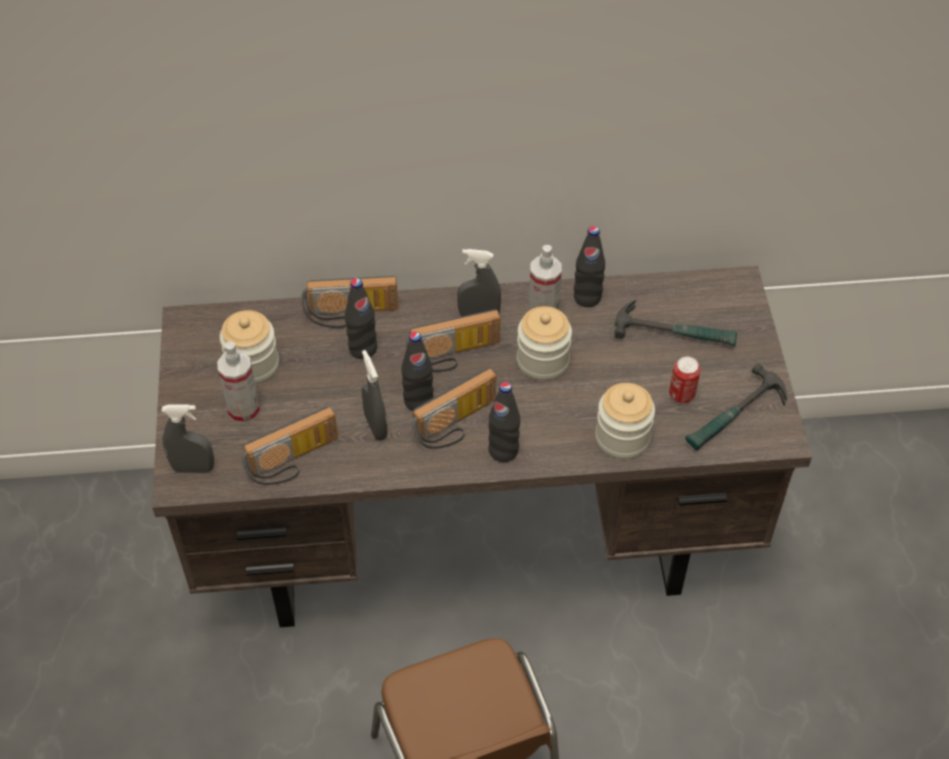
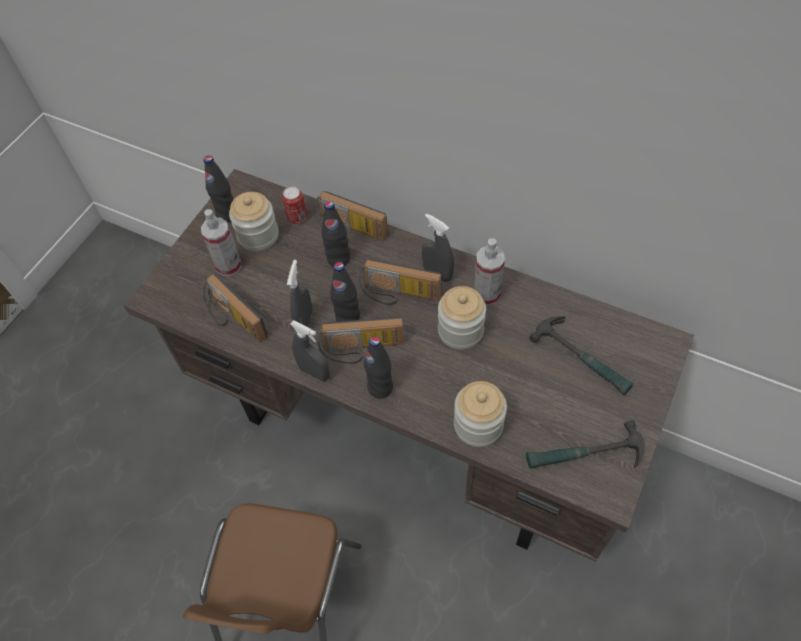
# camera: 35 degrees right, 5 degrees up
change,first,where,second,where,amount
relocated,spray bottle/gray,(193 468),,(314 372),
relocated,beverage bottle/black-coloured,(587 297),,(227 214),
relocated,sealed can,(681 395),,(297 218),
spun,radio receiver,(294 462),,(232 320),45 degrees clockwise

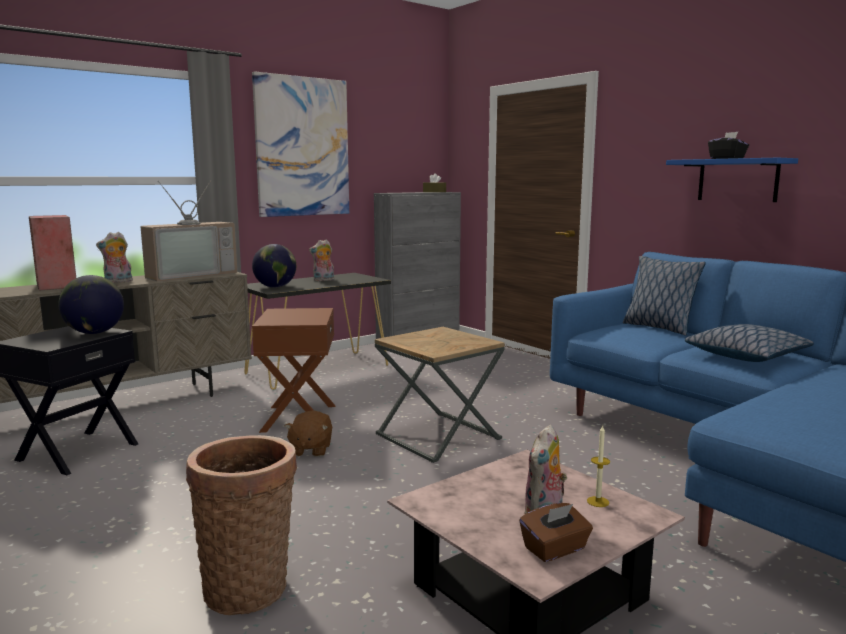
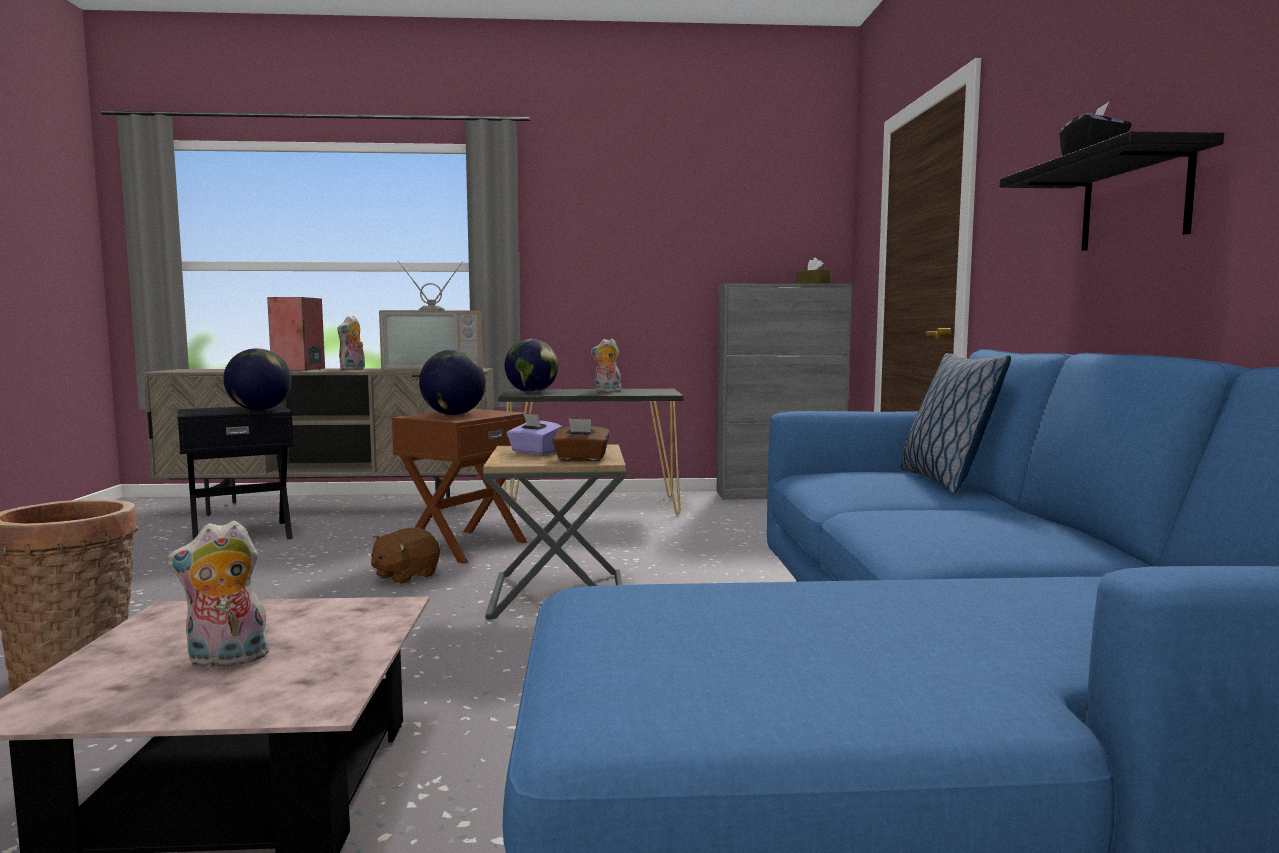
# camera: 35 degrees right, 5 degrees down
change,first,where,second,where,amount
missing,picture,(302 147),,,
missing,wax candle,(598 501),,,
missing,cushion,(745 356),,,
appeared,,,globe,(453 414),
appeared,,,tissue box/purplish,(534 452),
relocated,tissue box/brownish,(555 549),,(581 459),
colour,bracket shelf/bluish,(737 180),bracket shelf/black-coloured,(1135 201),
spun,cuddly toy,(118 282),,(353 369),75 degrees counterclockwise

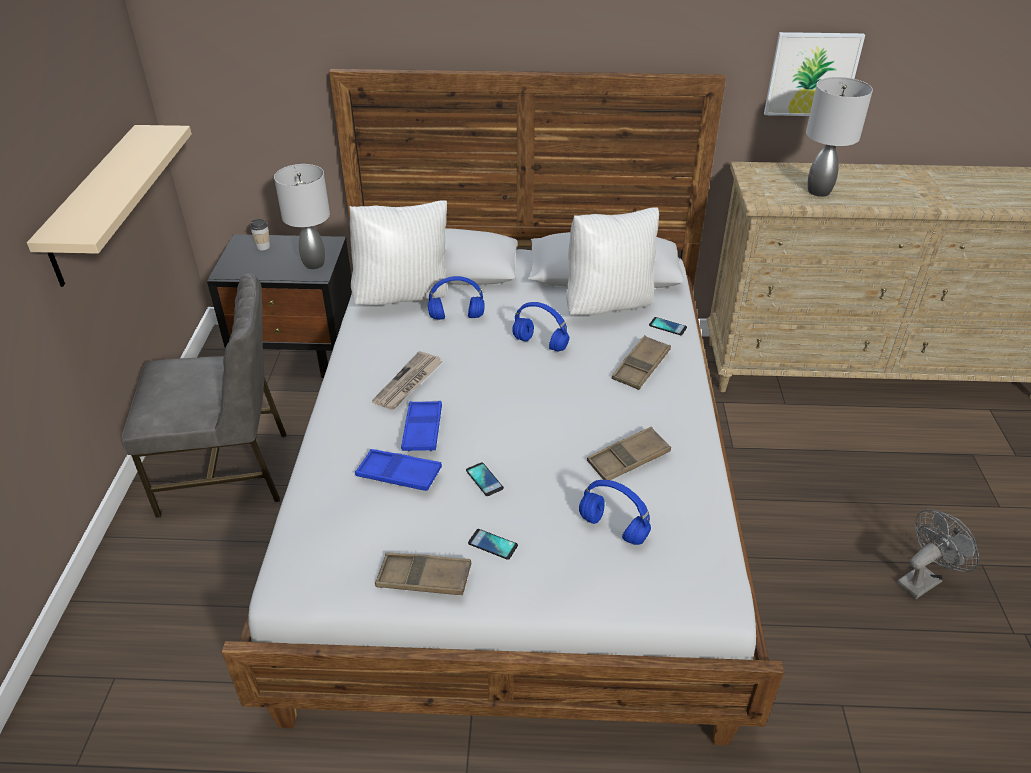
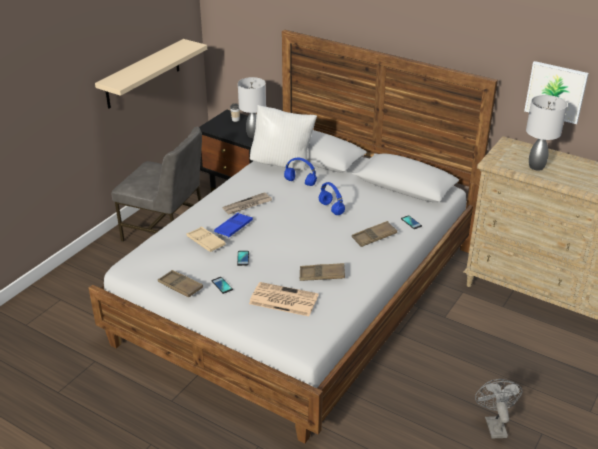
# camera: 30 degrees right, 5 degrees down
change,first,where,second,where,amount
missing,cushion/white-coloured,(608 305),,,
exchanged,headset/bluish,(611 528),printed paper,(282 300),
colour,carrying tray/bluish,(399 474),carrying tray/sand-coloured,(206 242),
spun,cooling fan/gray,(922 579),,(494 424),90 degrees counterclockwise

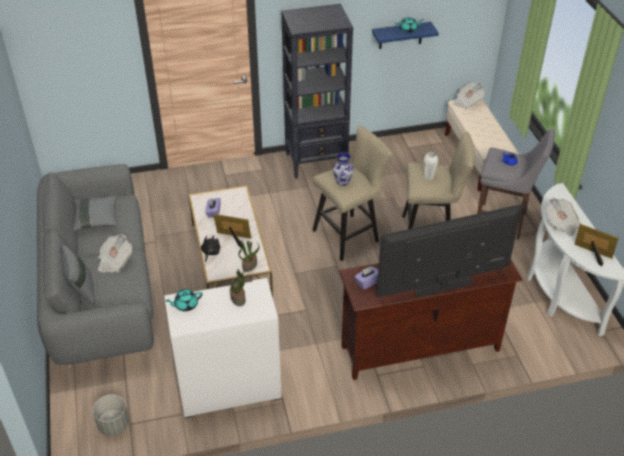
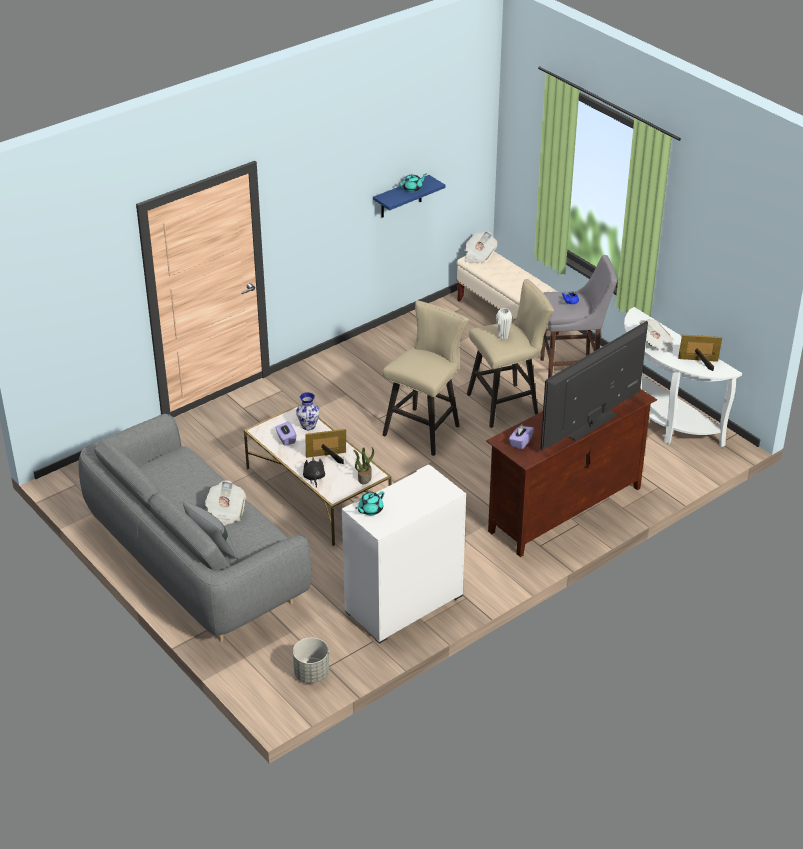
# camera: 25 degrees left, 5 degrees down
change,first,where,second,where,amount
missing,cushion/gray,(96 220),,,
missing,plant in a pot,(238 298),,,
missing,bookcase/black-coloured,(316 162),,,
relocated,decorative vase,(343 182),,(309 426),

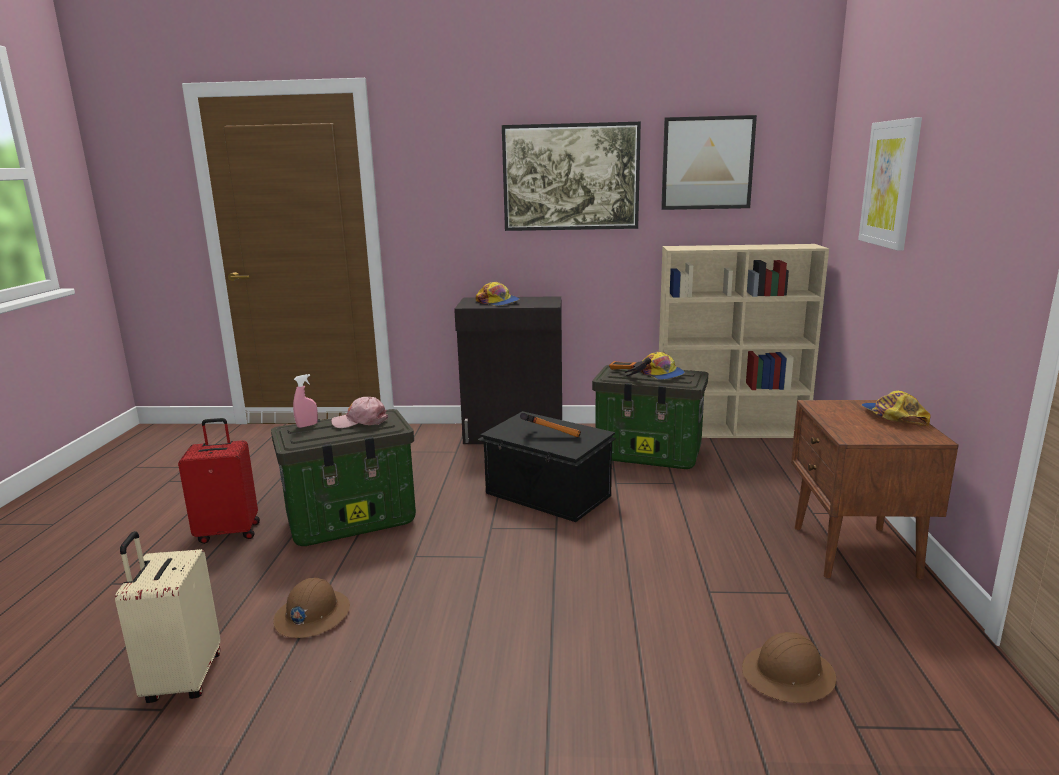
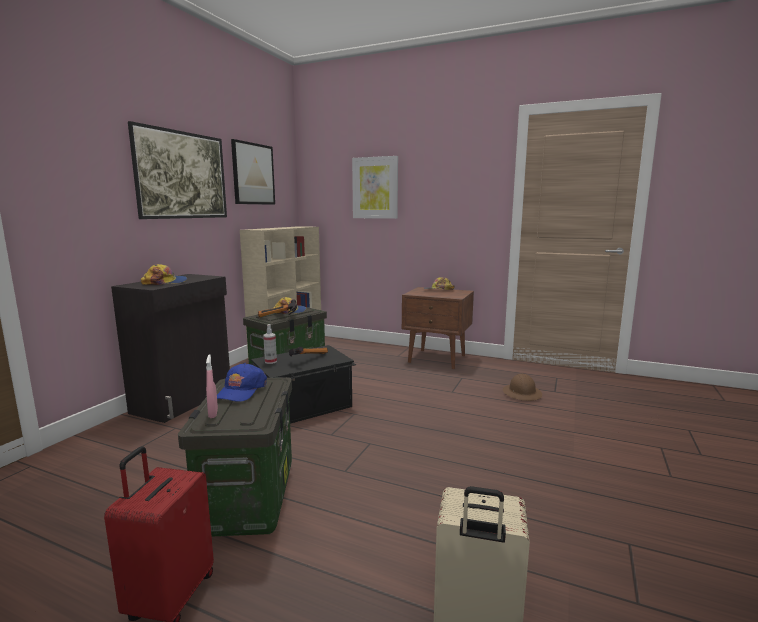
# camera: 70 degrees left, 5 degrees down
change,first,where,second,where,amount
missing,work helmet/brownish,(312 616),,,
appeared,,,spray bottle,(270 361),
colour,peaked cap/pinkish,(360 421),peaked cap/bluish,(241 391),

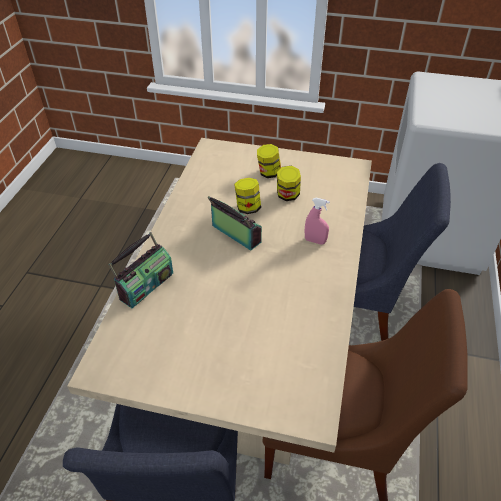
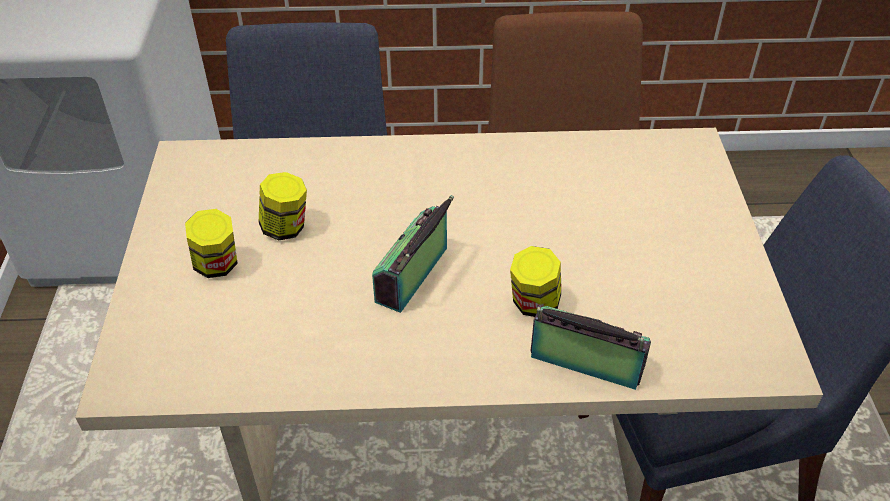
# camera: 105 degrees left, 0 degrees up
change,first,where,second,where,amount
missing,spray bottle/pinkish,(315 241),,,
relocated,preserve jar,(248 208),,(534 304),

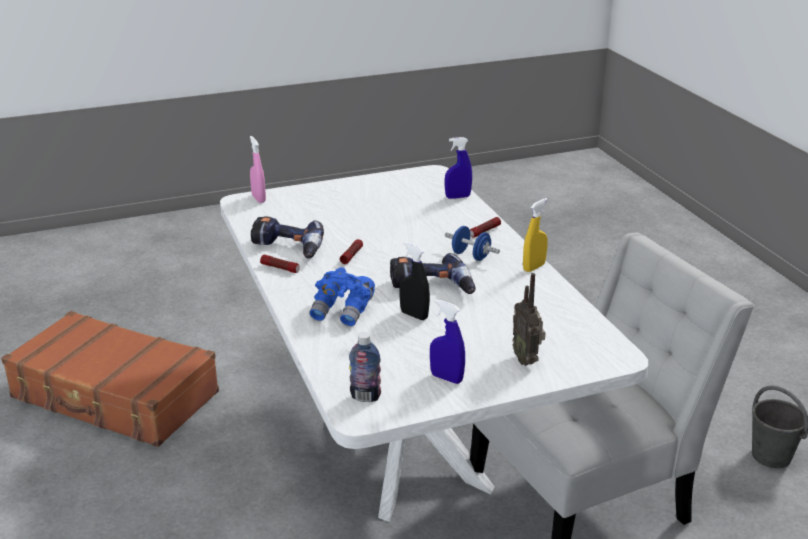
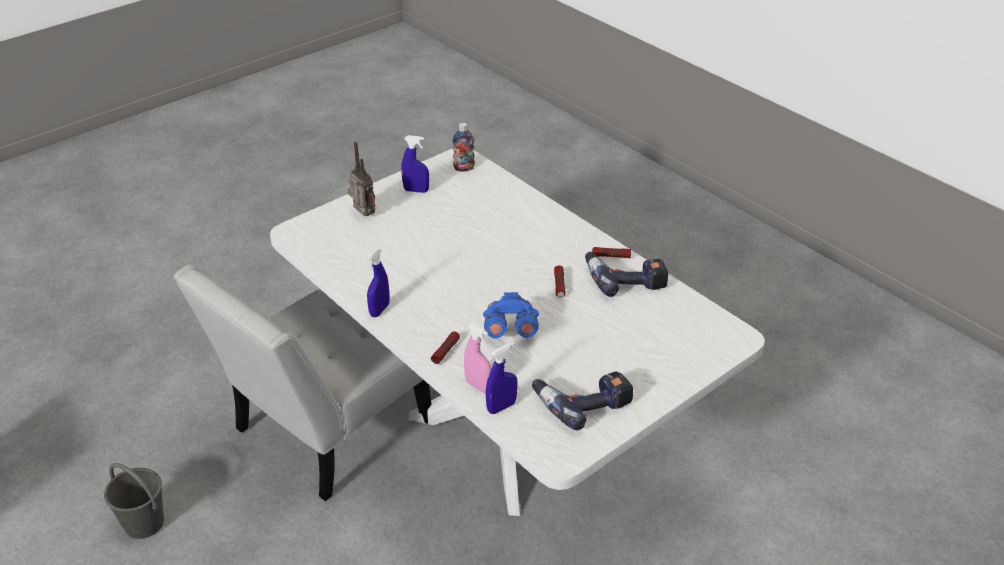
# camera: 160 degrees right, 10 degrees up
change,first,where,second,where,amount
missing,travel case/brownish,(114 396),,,
missing,spray bottle/black-coloured,(414 315),,,
missing,hand weight/bluish,(471 256),,,
relocated,spray bottle/pinkish,(258 198),,(478 386),
relocated,field glasses/bluish,(343 311),,(510 330),
relocated,electric drill,(431 288),,(582 402),
colour,spray bottle/yellow-coloured,(534 267),spray bottle/bluish,(379 310),

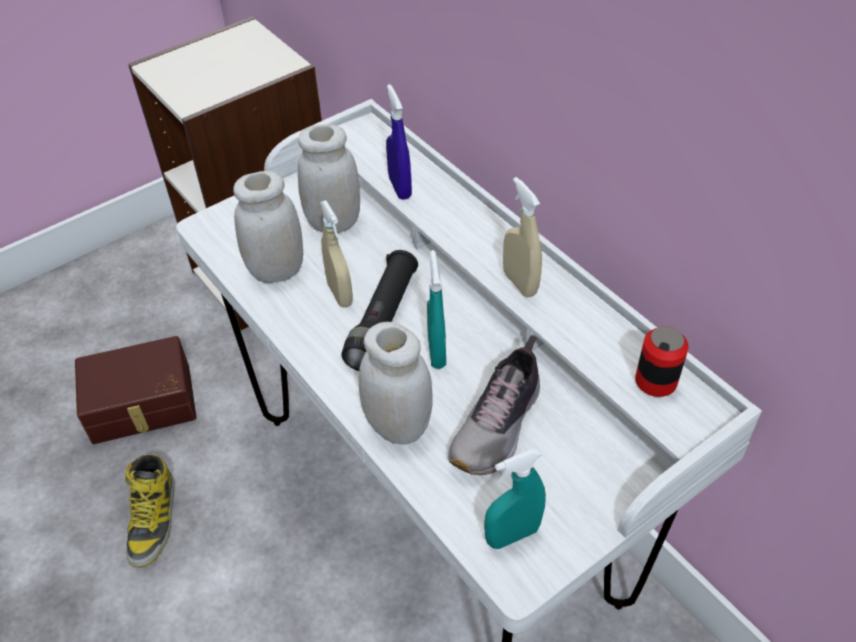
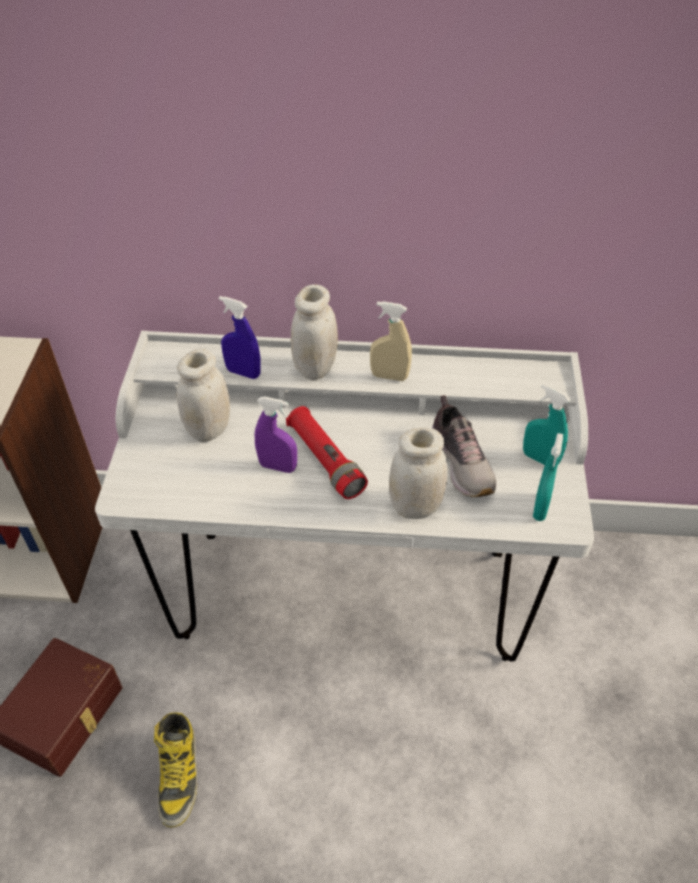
# camera: 50 degrees left, 0 degrees up
change,first,where,second,where,amount
missing,sealed can,(655 381),,,
relocated,preserve jar/white-coloured,(276 270),,(315 368),
relocated,spray bottle/turquoise-coloured,(436 352),,(539 459),
colour,spray bottle/sand-coloured,(340 294),spray bottle/purplish,(277 466),
colour,hand torch/black-coloured,(383 321),hand torch/reddish,(325 460),
spun,boot,(153 519),,(179 774),45 degrees clockwise

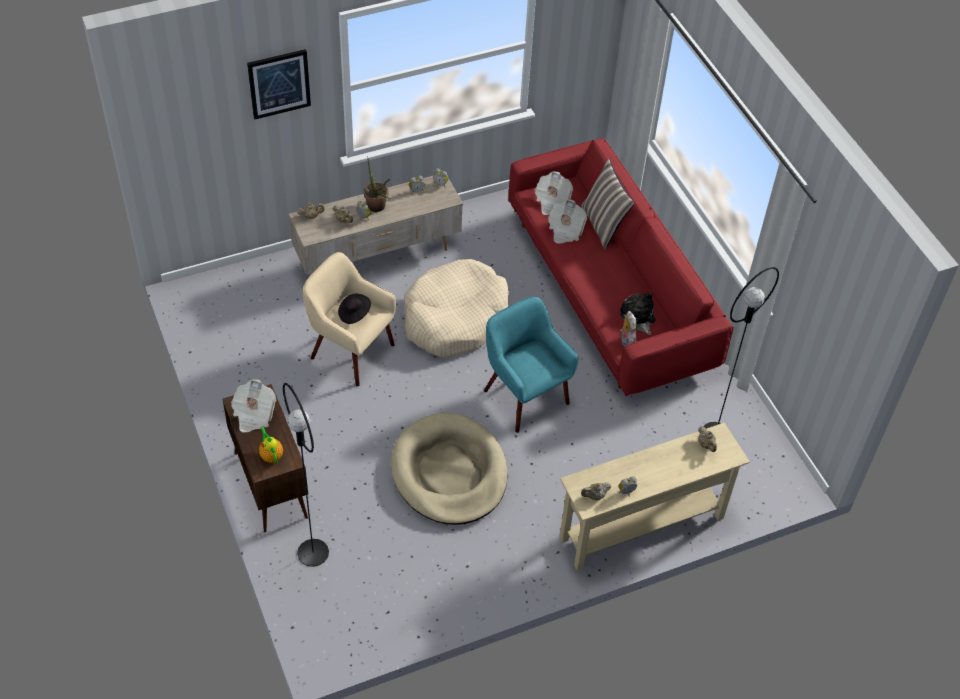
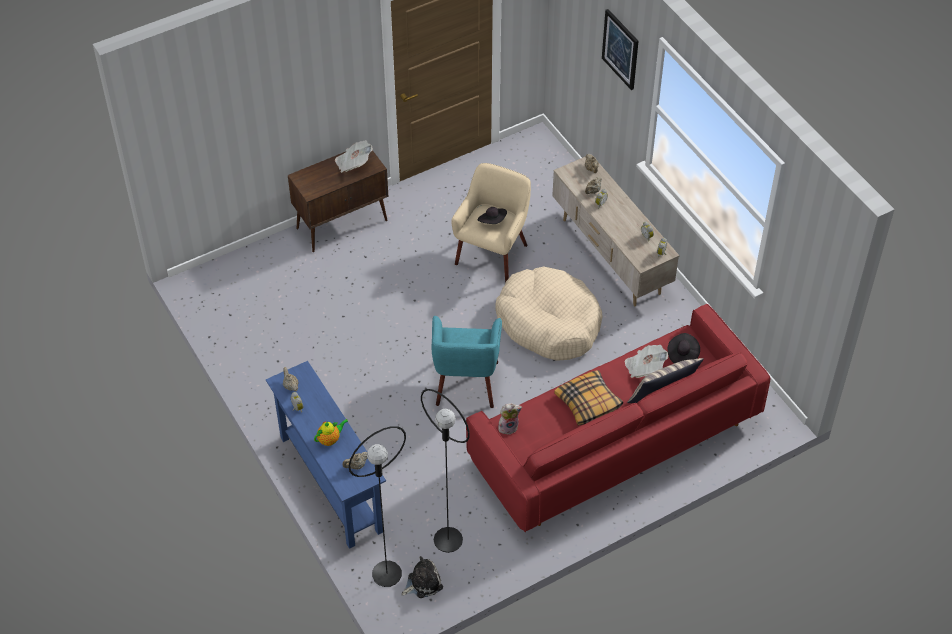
# camera: 85 degrees right, 0 degrees up
change,first,where,second,where,amount
missing,plant in a pot,(378 208),,,
missing,pet bed/sand-coloured,(449 472),,,
appeared,,,cushion,(588 403),
relocated,teapot,(271 455),,(330 439),
relocated,standard lamp/black-coloured,(312 552),,(387 573),
relocated,cuddly toy,(638 317),,(422 583),
exchanged,printed paper,(552 202),clothing hat/black-coloured,(682 354),
colour,console table/sand-coloured,(642 528),console table/bluish,(330 484),
spun,easy chair/turquoise-coloured,(524 396),,(465 384),135 degrees clockwise

